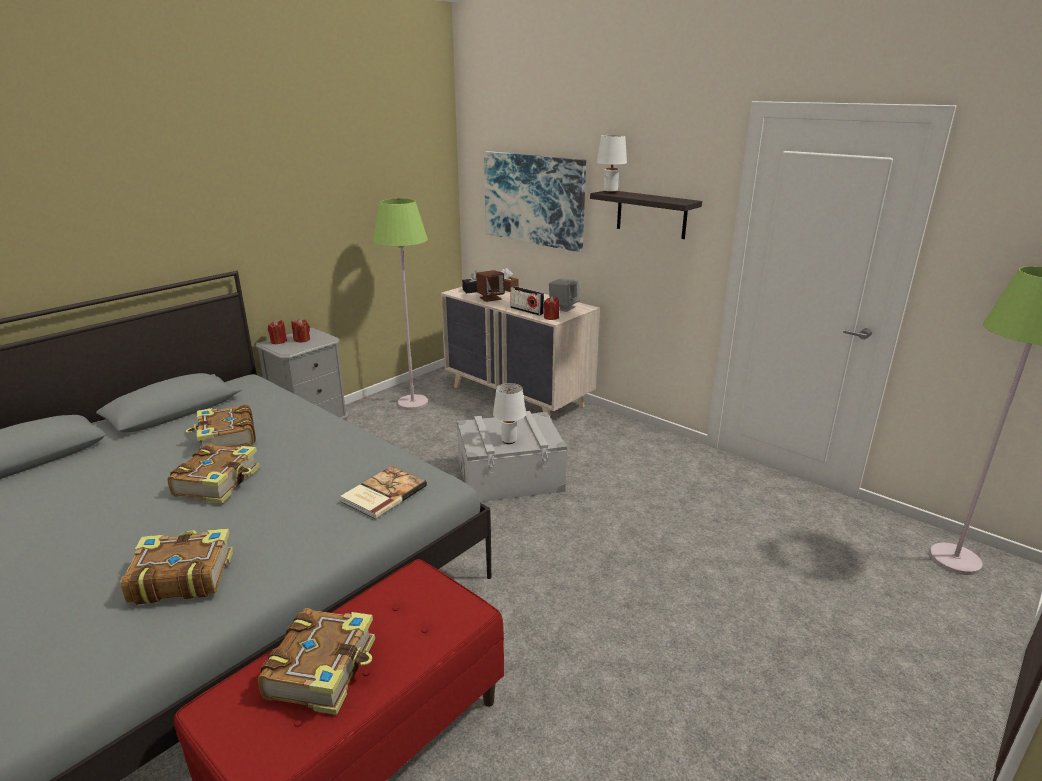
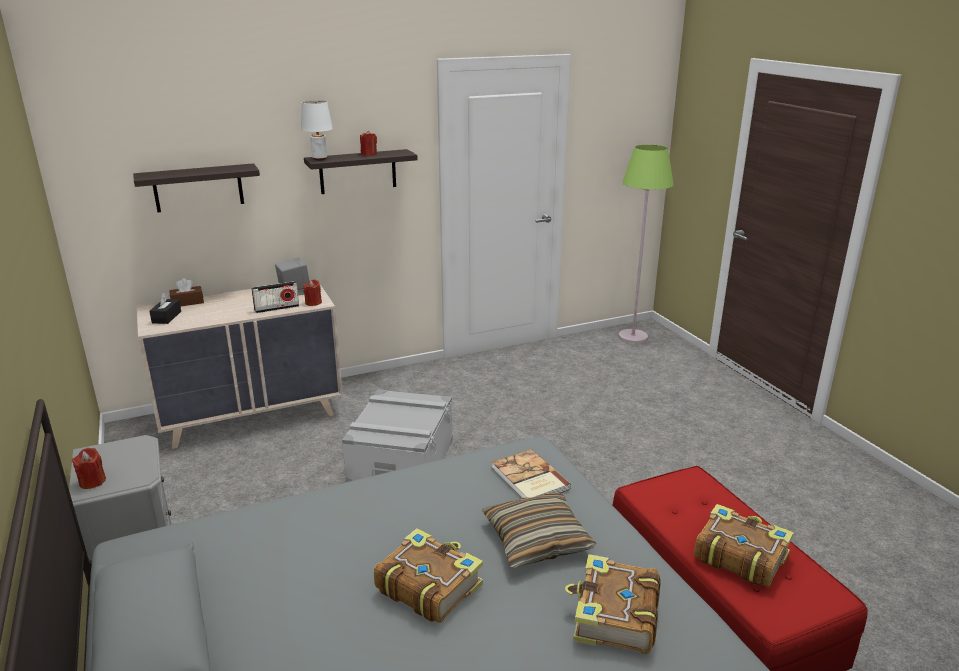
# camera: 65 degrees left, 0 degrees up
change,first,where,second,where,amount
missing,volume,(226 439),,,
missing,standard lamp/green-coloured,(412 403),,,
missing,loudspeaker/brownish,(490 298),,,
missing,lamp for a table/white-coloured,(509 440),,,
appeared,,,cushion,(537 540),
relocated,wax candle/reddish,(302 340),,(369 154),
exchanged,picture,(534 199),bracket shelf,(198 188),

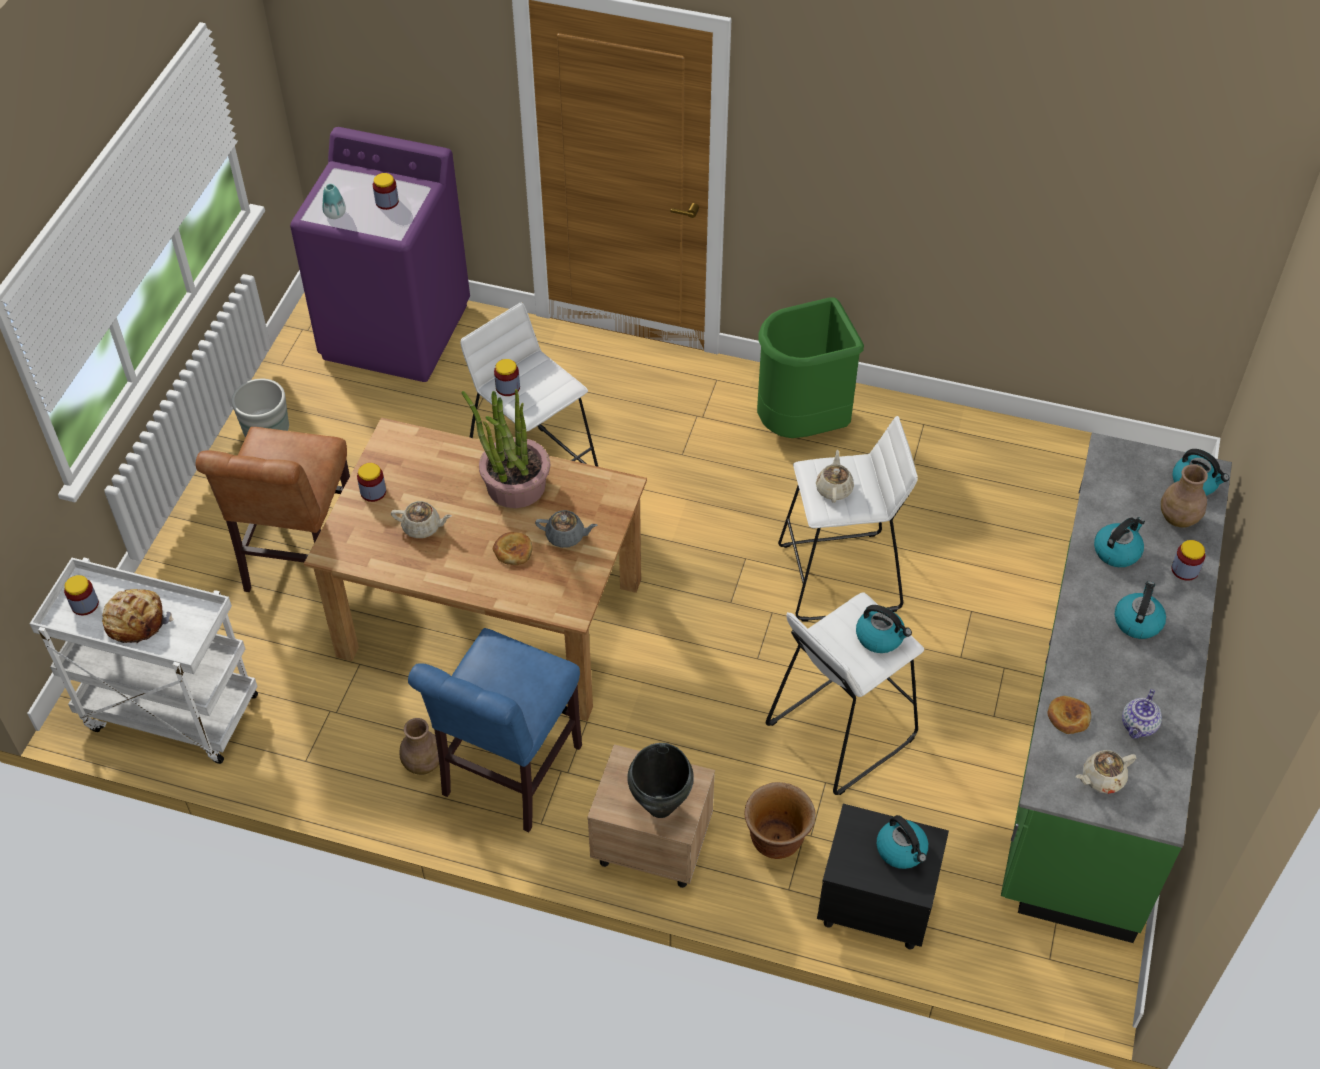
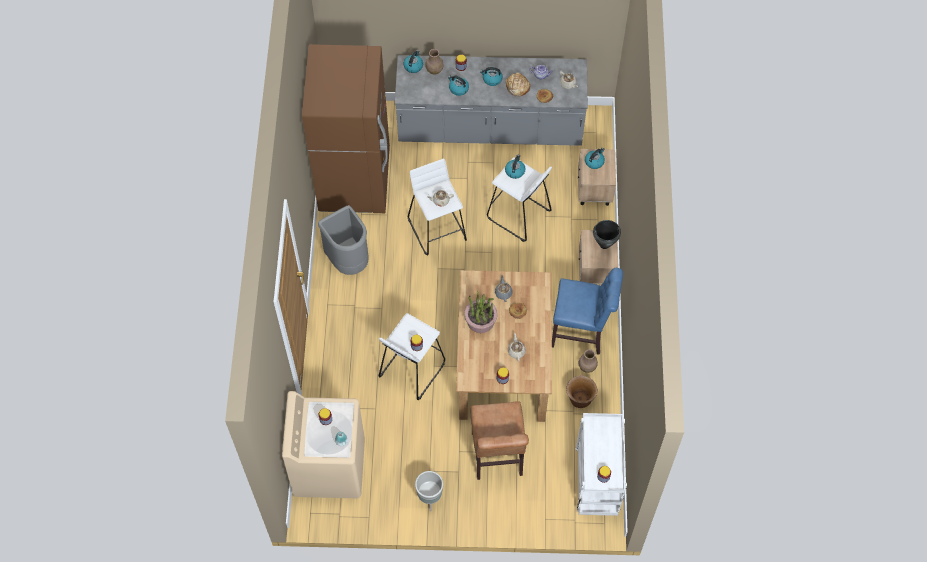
# camera: 105 degrees left, 10 degrees up
change,first,where,second,where,amount
appeared,,,fridge/brownish,(354 180),
relocated,bread,(136 620),,(517 87),
relocated,flower pot/brownish,(776 840),,(580 399),
colour,laundry appliance/purplish,(396 331),laundry appliance/sand-coloured,(329 467),
colour,waste bin/green-coloured,(802 425),waste bin/gray,(348 261),
colour,night table/black-coloured,(874 905),night table/sand-coloured,(594 190),
colour,counter/green-coloured,(1093 732),counter/gray,(490 128),
spun,chair/brownish,(300 563),,(497 457),90 degrees clockwise

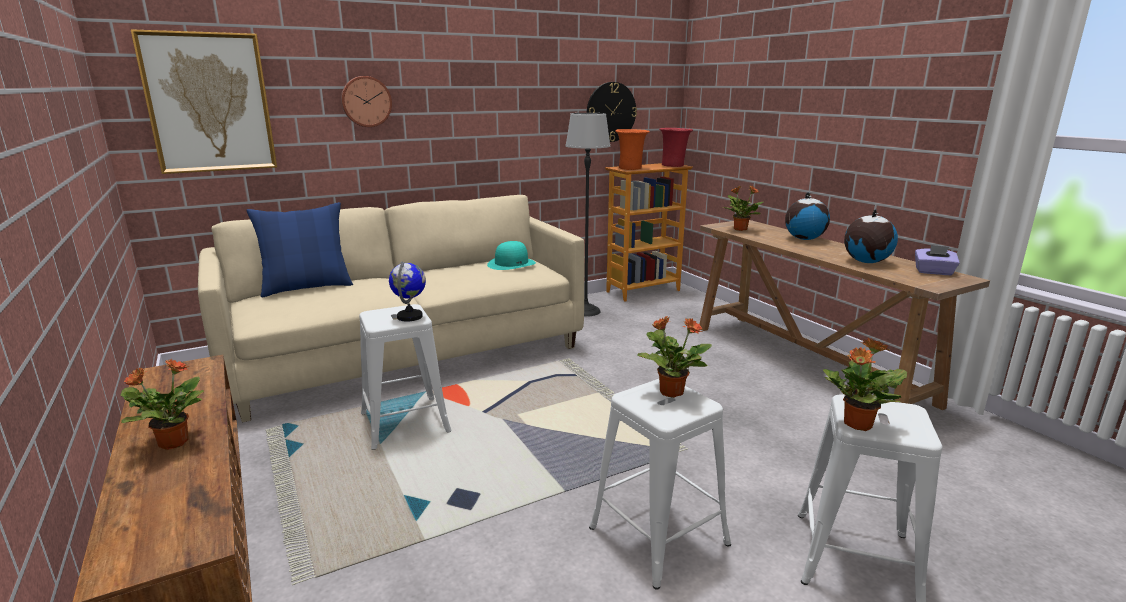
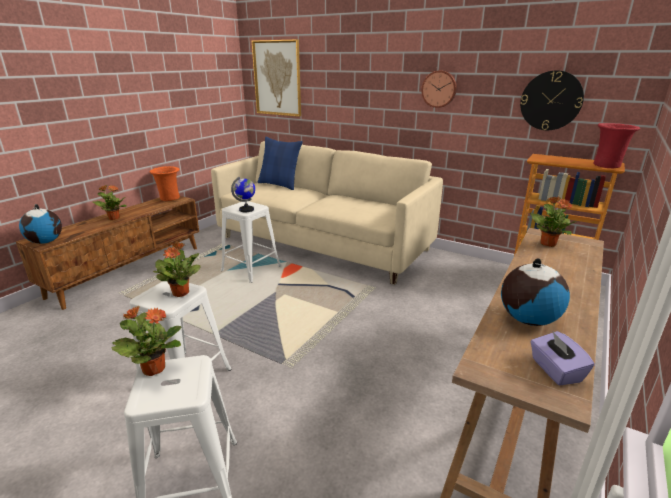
# camera: 60 degrees right, 5 degrees up
change,first,where,second,where,amount
missing,clothing hat/turquoise-coloured,(511 264),,,
missing,standard lamp,(586 311),,,
relocated,hanging clock,(366 101),,(439 89),
relocated,decorative vase/orange,(631 168),,(169 199),
relocated,globe,(804 239),,(46 242),

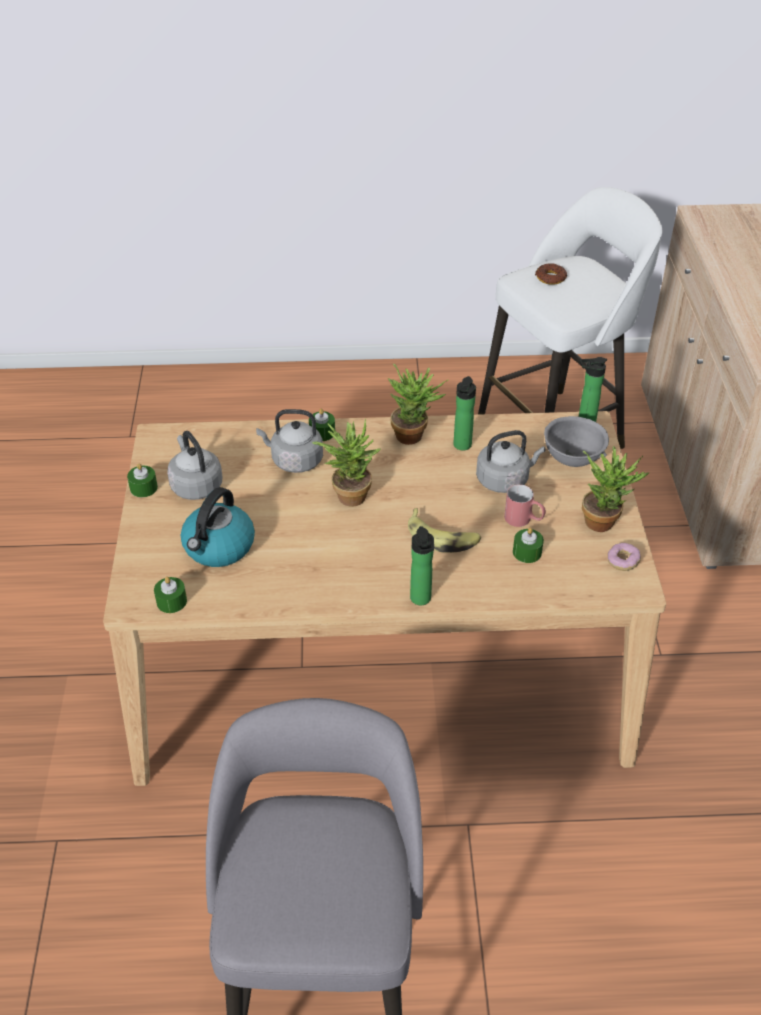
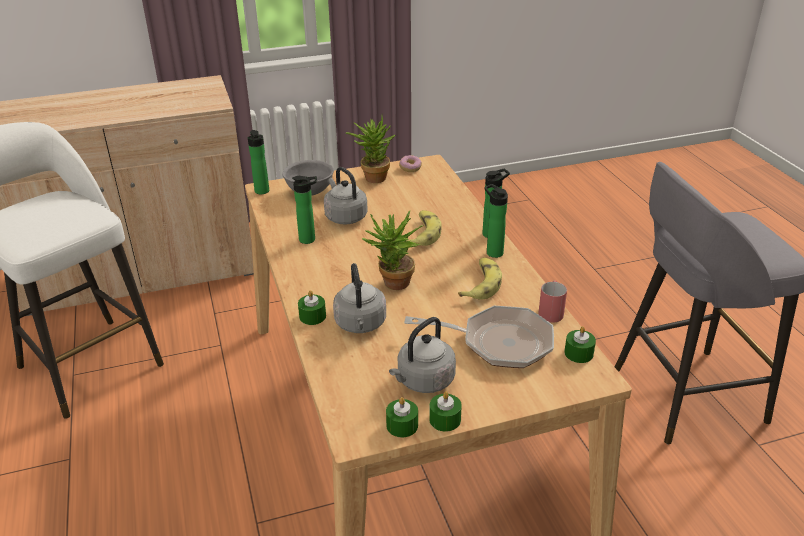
# camera: 105 degrees left, 10 degrees down
change,first,where,second,where,amount
missing,plant in a pot,(414 435),,,
missing,doughnut,(550 278),,,
appeared,,,whole banana,(481 284),
appeared,,,beverage bottle,(492 252),
relocated,mug/reddish,(524 520),,(551 310),
relocated,wax candle/green-coloured,(527 552),,(402 425),
exchanged,kettle,(219 547),pan,(499 343),

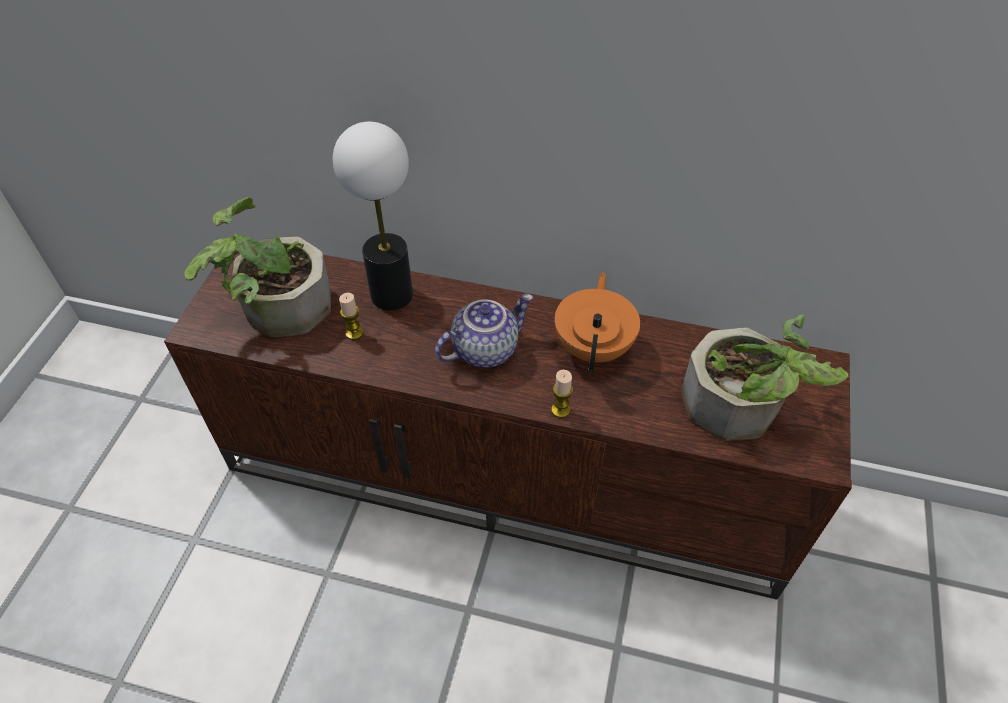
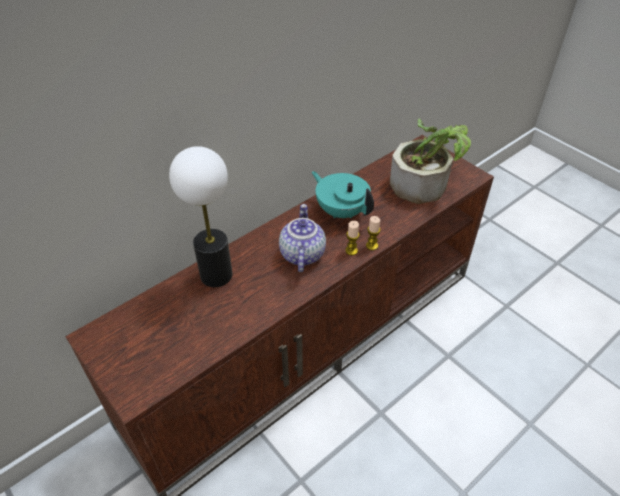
# camera: 55 degrees left, 5 degrees down
change,first,where,second,where,amount
missing,plant in a pot,(276 307),,,
relocated,wax candle,(354 333),,(351 250),
colour,teapot/orange,(594 347),teapot/turquoise-coloured,(341 211),

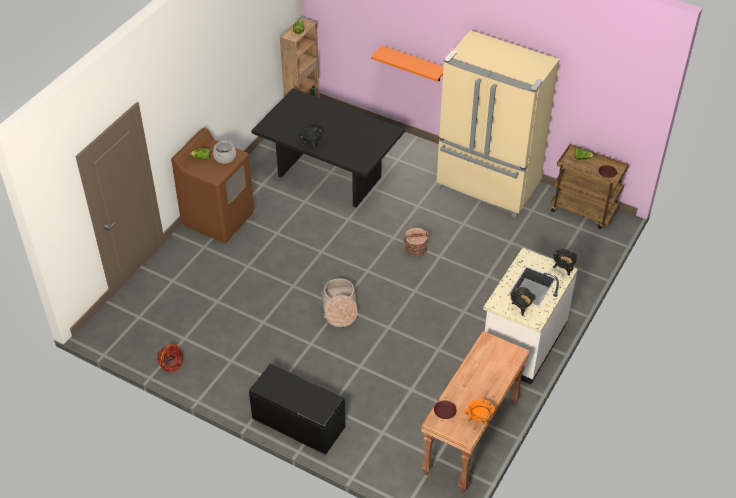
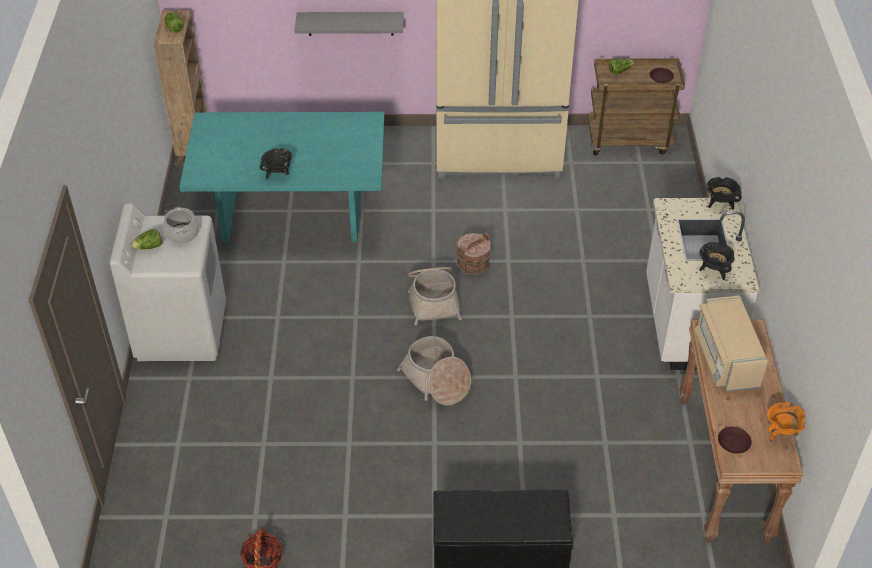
# camera: 30 degrees left, 0 degrees up
change,first,where,second,where,amount
appeared,,,storage basket,(433 299),
appeared,,,microwave/sand-coloured,(726 358),
colour,laundry appliance/brownish,(218 218),laundry appliance/white-coloured,(181 330),
colour,dinner table/black-coloured,(330 176),dinner table/turquoise-coloured,(293 216),
colour,bracket shelf/orange,(413 64),bracket shelf/gray,(350 23),

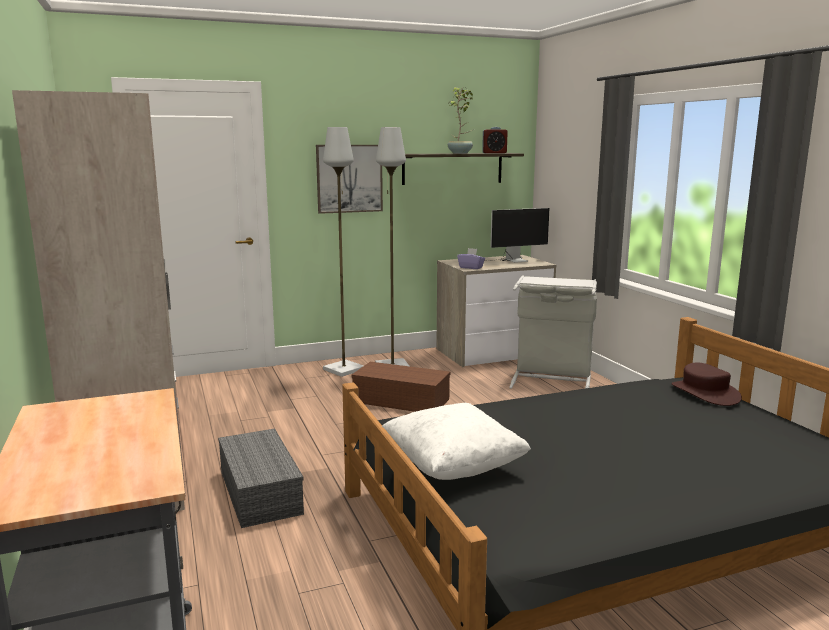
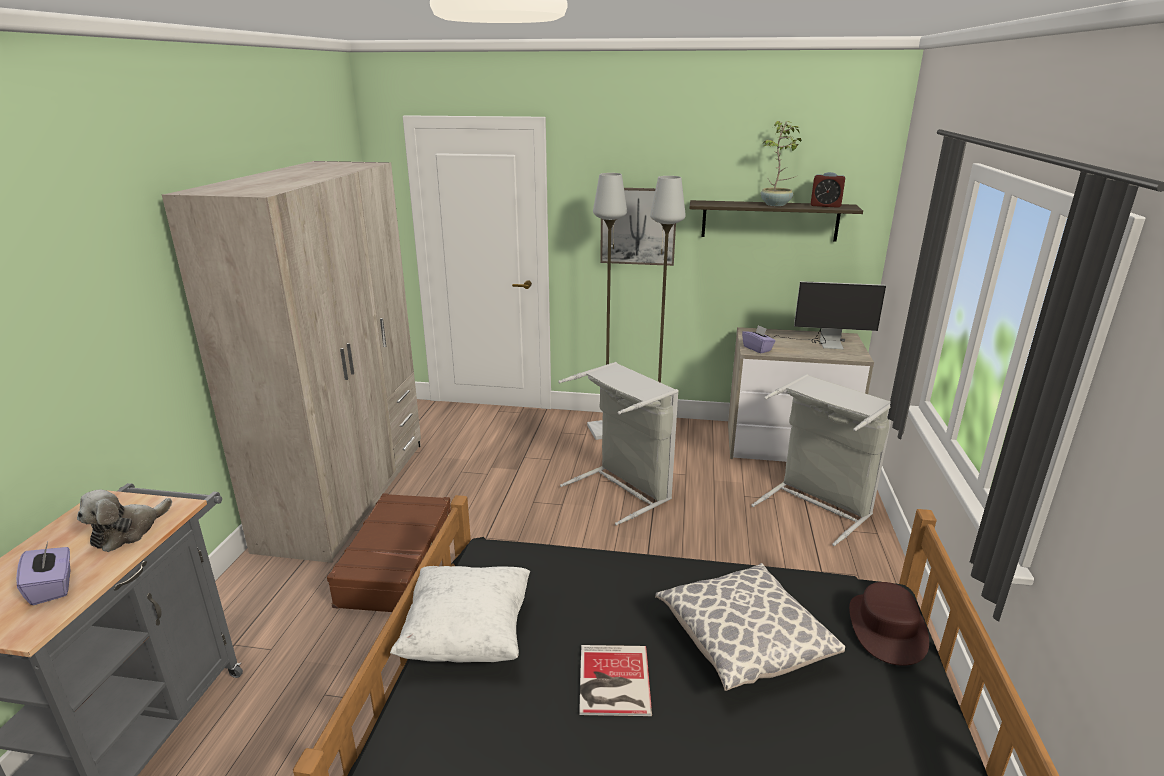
# camera: 30 degrees right, 10 degrees up
change,first,where,second,where,amount
appeared,,,tissue box/purplish,(53 587),
appeared,,,cuddly toy,(128 531),
appeared,,,volume,(612 682),
appeared,,,cushion,(742 642),
exchanged,storage container/gray,(258 491),travel case/brownish,(399 563),
exchanged,storage container/brownish,(403 400),hamper/gray,(623 489),

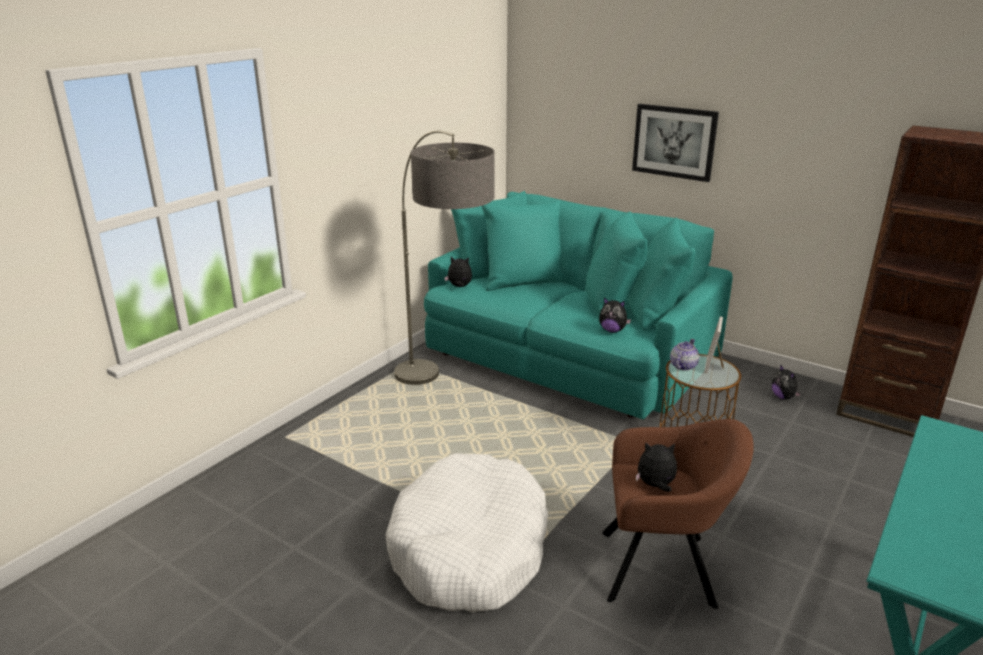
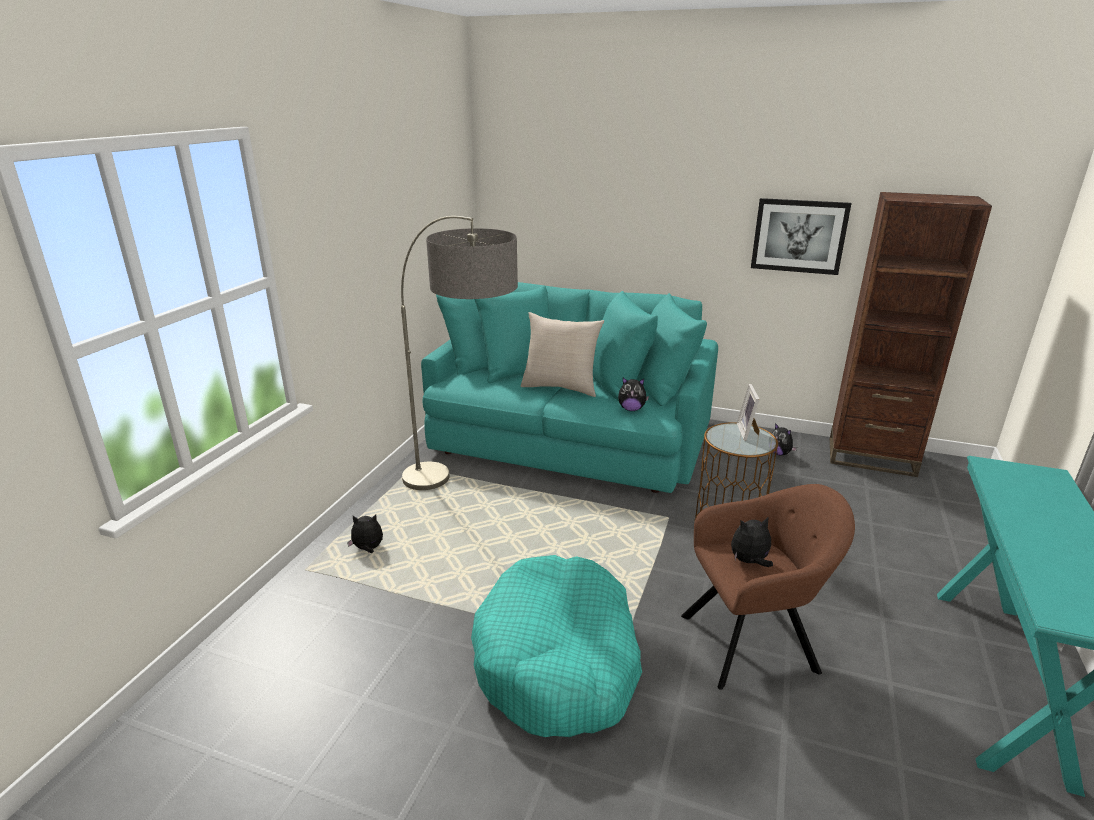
# camera: 15 degrees left, 0 degrees up
change,first,where,second,where,amount
missing,teapot,(683 366),,,
appeared,,,cushion/sand-coloured,(561 387),
relocated,cuddly toy,(459 287),,(368 549),
relocated,picture,(674 142),,(799 236),
colour,pet bed/white-coloured,(470 549),pet bed/turquoise-coloured,(558 660),

